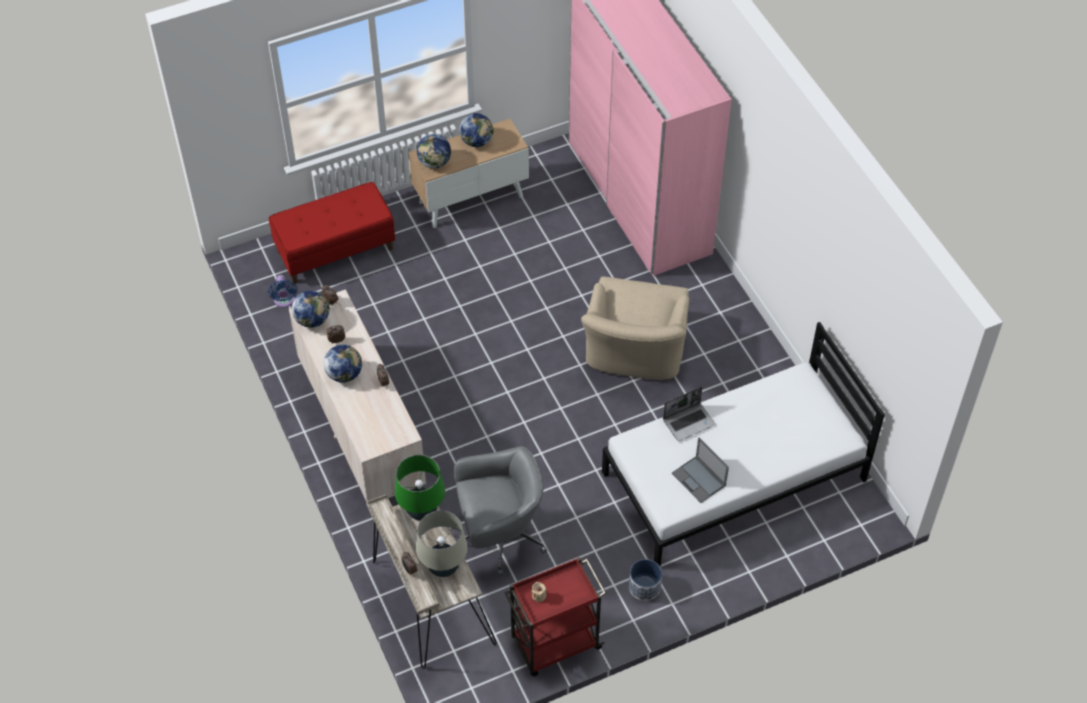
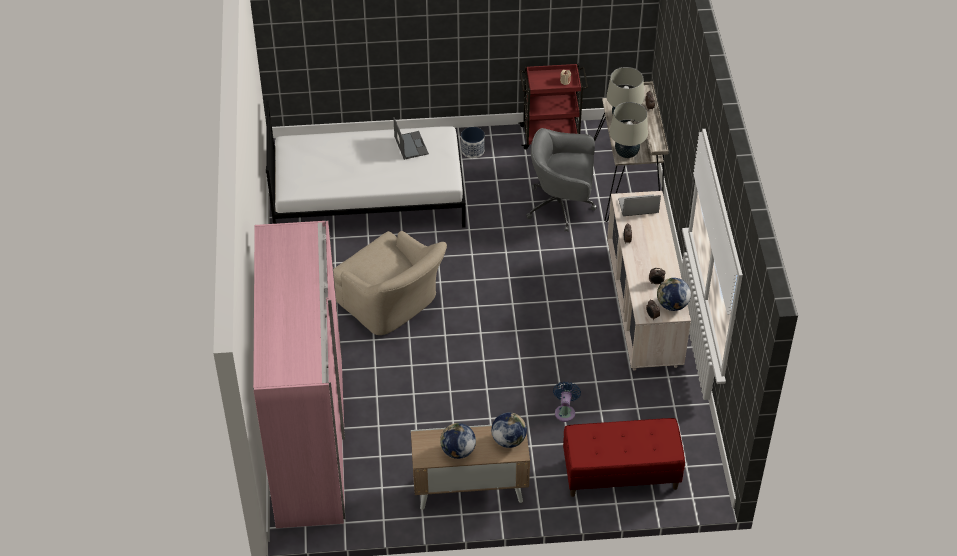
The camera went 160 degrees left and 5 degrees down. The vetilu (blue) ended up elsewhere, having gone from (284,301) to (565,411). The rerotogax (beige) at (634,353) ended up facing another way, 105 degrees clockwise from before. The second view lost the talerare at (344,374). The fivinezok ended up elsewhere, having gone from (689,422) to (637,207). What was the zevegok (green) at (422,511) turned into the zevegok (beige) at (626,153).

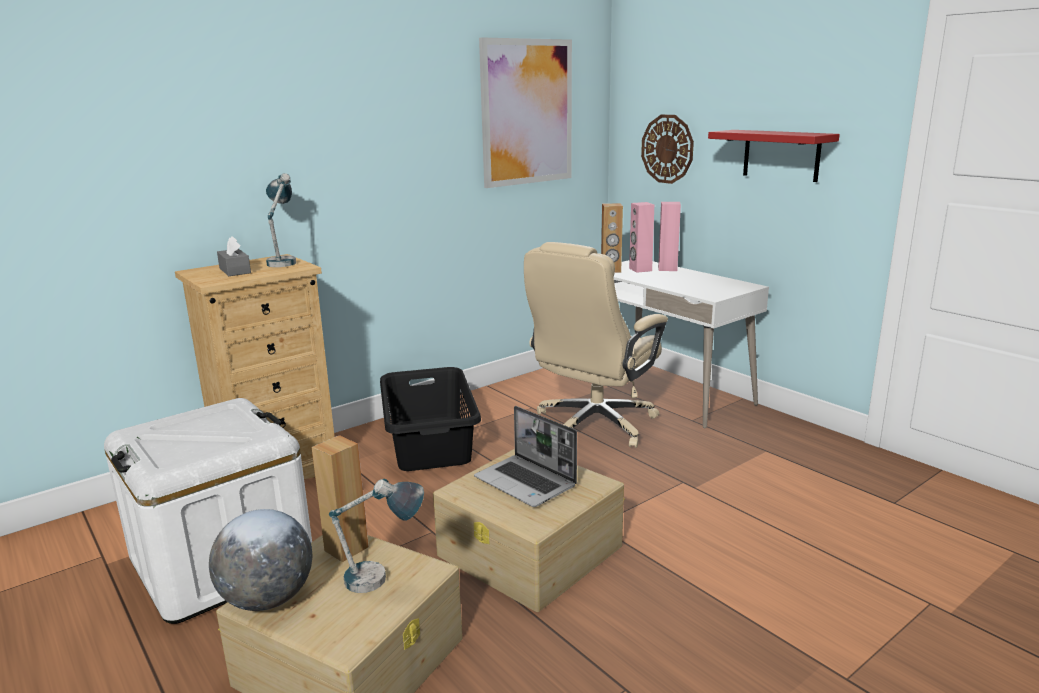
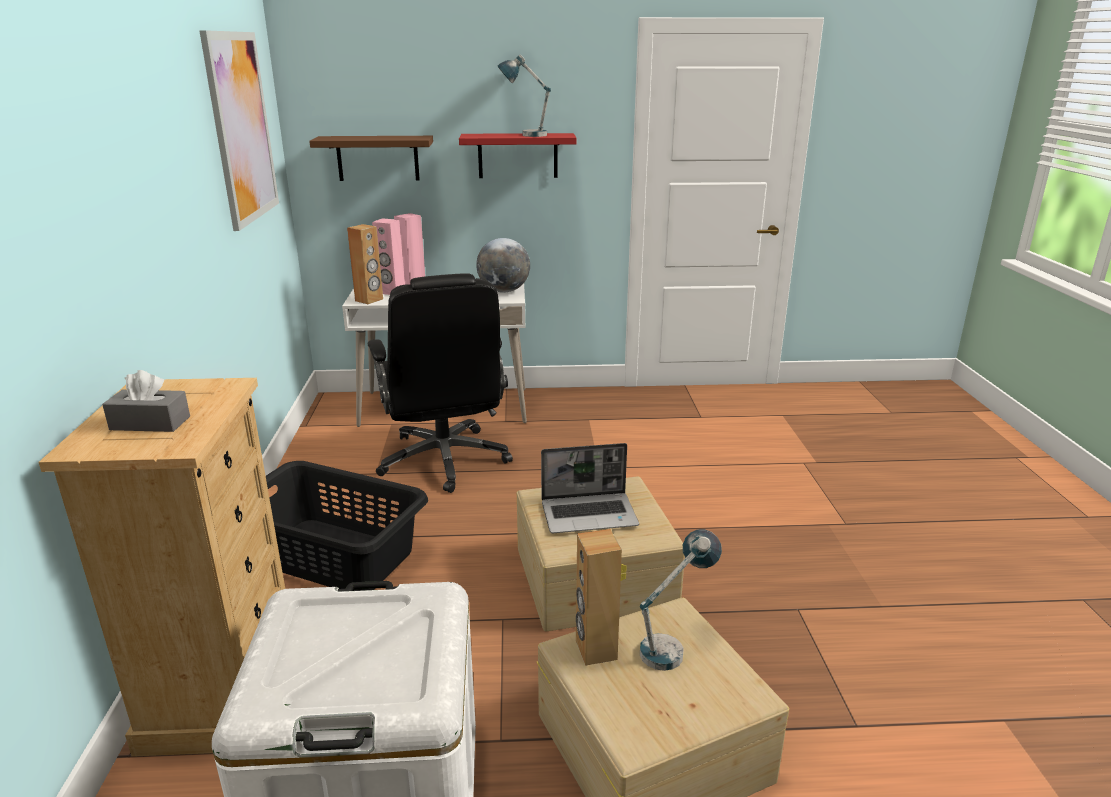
The camera went 55 degrees left and 5 degrees up. Where the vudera hung at (667,149), the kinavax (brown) came to hang at (377,158). The zevegok ended up elsewhere, having gone from (284,261) to (525,134). What was the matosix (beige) at (594,424) turned into the matosix (black) at (444,461). The talerare ended up elsewhere, having gone from (267,599) to (504,291).

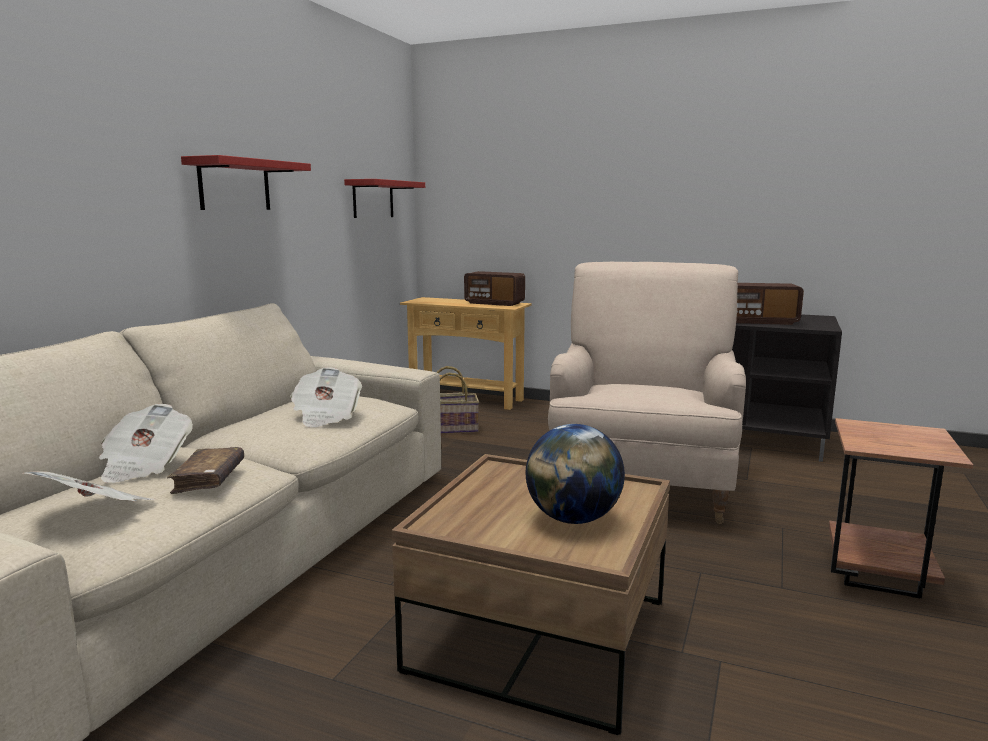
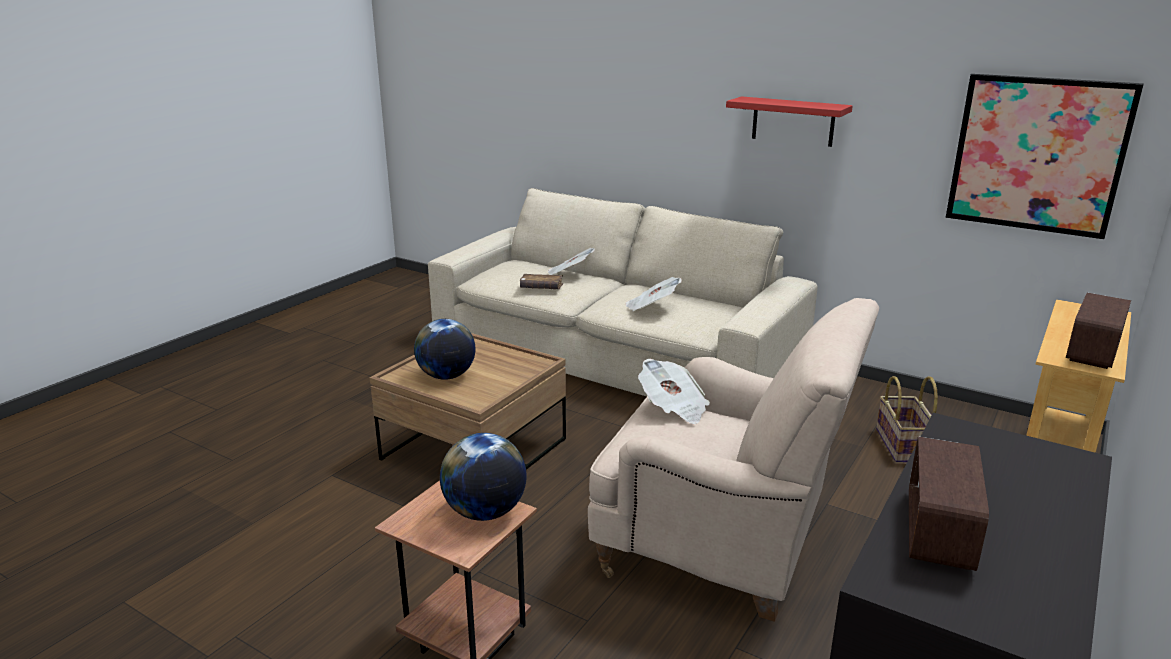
The camera went 100 degrees right and 10 degrees up. Where the kinavax (red) hung at (373,199), the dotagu came to hang at (1037,154). The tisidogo ended up elsewhere, having gone from (96,513) to (673,408). The second view gained the talerare at (485,512).

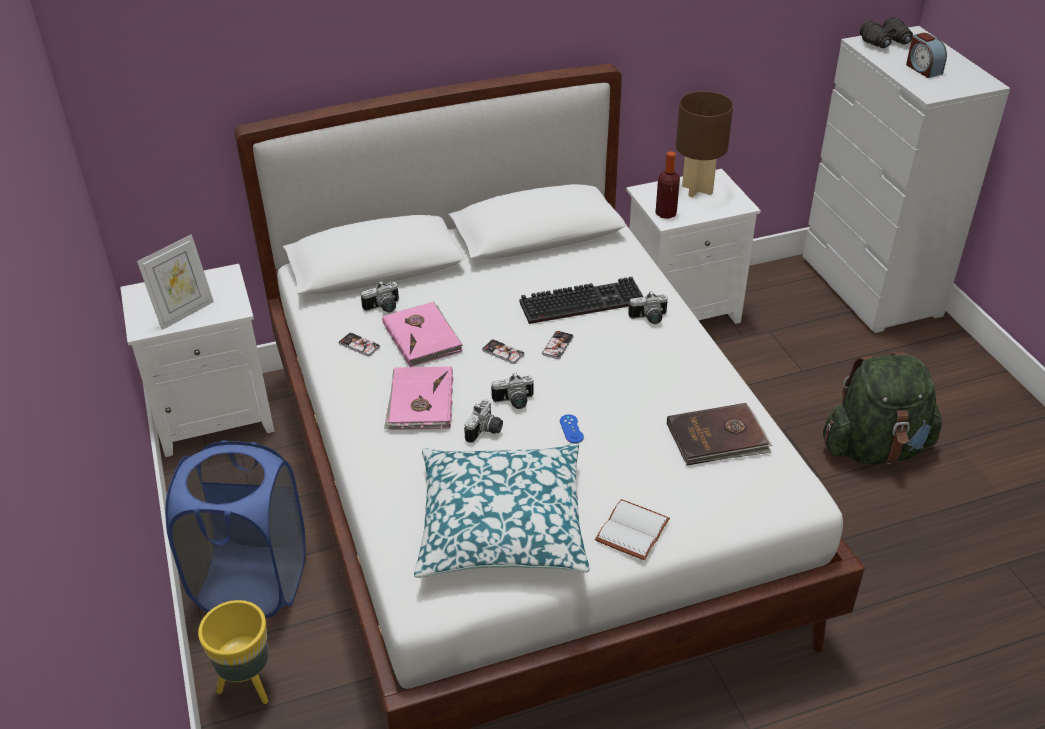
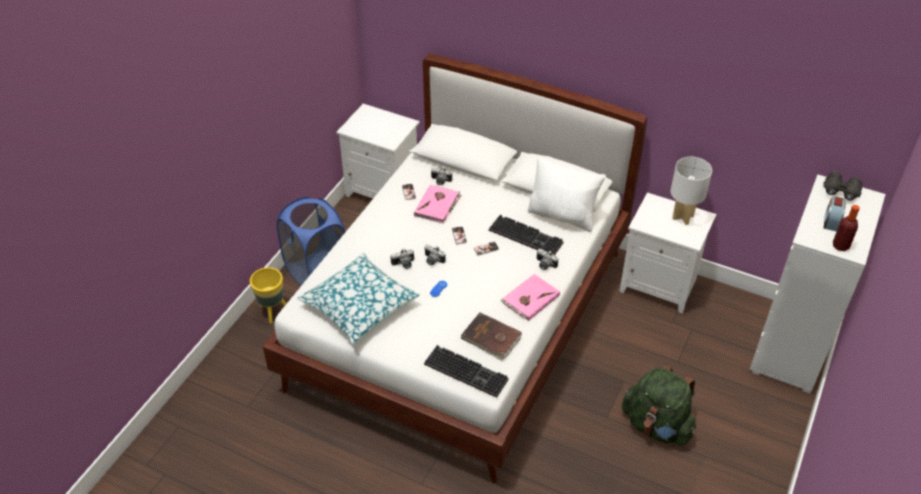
The camera went 45 degrees right and 5 degrees up. What was the zevegok (brown) at (696,189) turned into the zevegok (white) at (682,217). The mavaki ended up elsewhere, having gone from (666,213) to (840,246). The second view lost the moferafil at (184,313). The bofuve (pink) ended up elsewhere, having gone from (420,402) to (530,299). The second view lost the bofuve (white) at (631,529). The second view gained the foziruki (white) at (563,216). The second view gained the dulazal at (468,371).

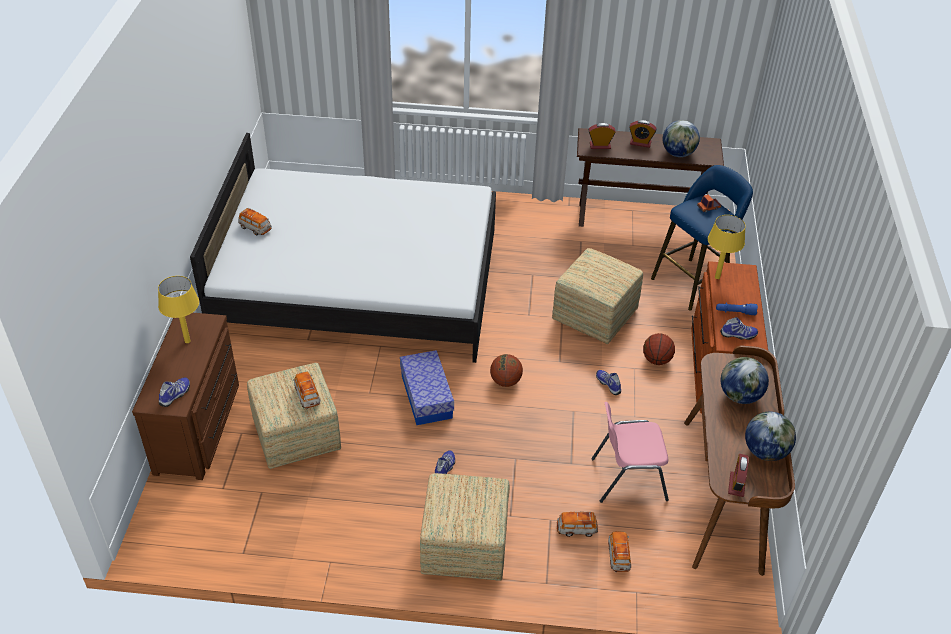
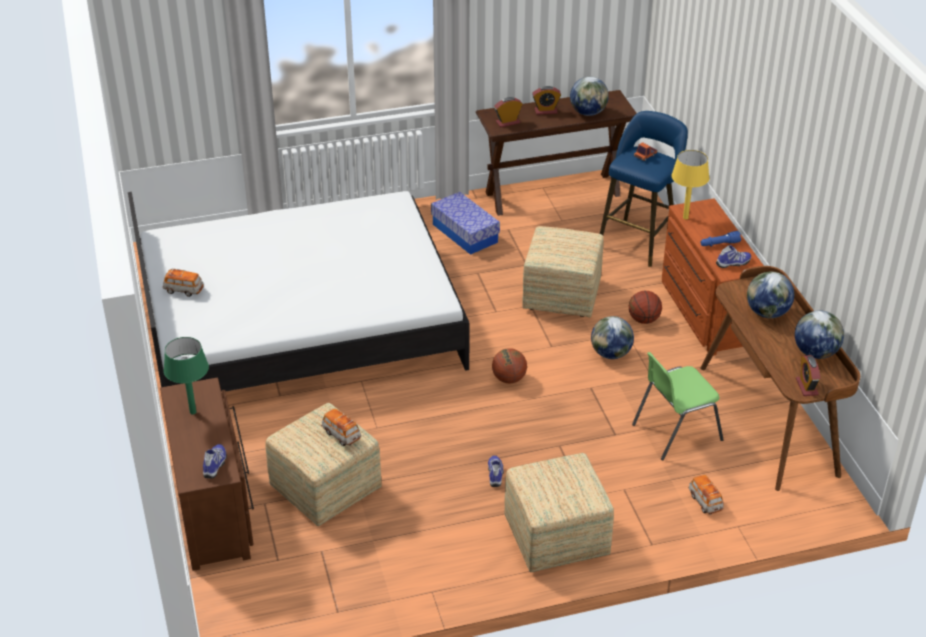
The camera went 20 degrees left and 5 degrees down. What was the zevegok (yellow) at (187,341) turned into the zevegok (green) at (193,411). The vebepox ended up elsewhere, having gone from (426,396) to (465,233). Where the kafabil stood at (609,384), the talerare came to stand at (611,354). What was the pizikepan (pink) at (627,478) turned into the pizikepan (green) at (675,432). The second view lost the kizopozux at (576,529).

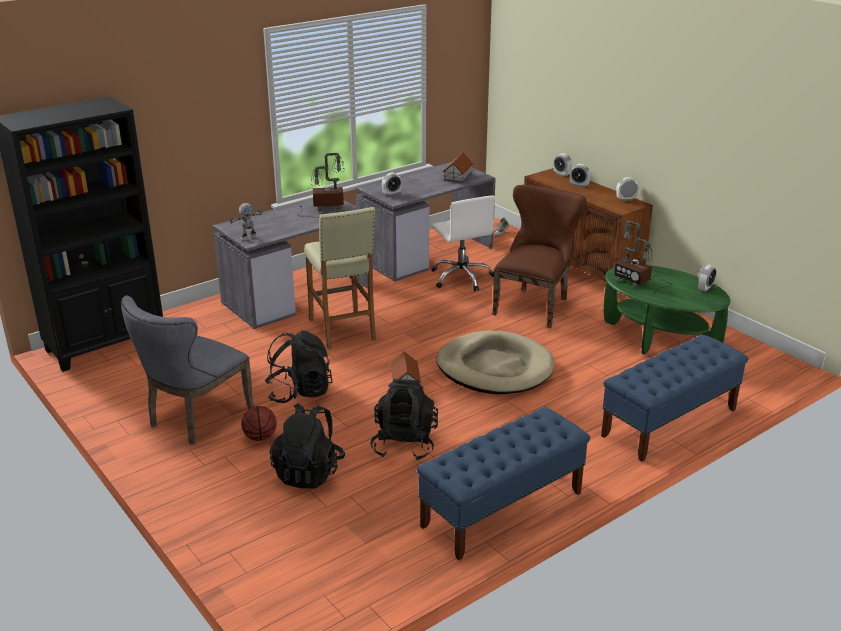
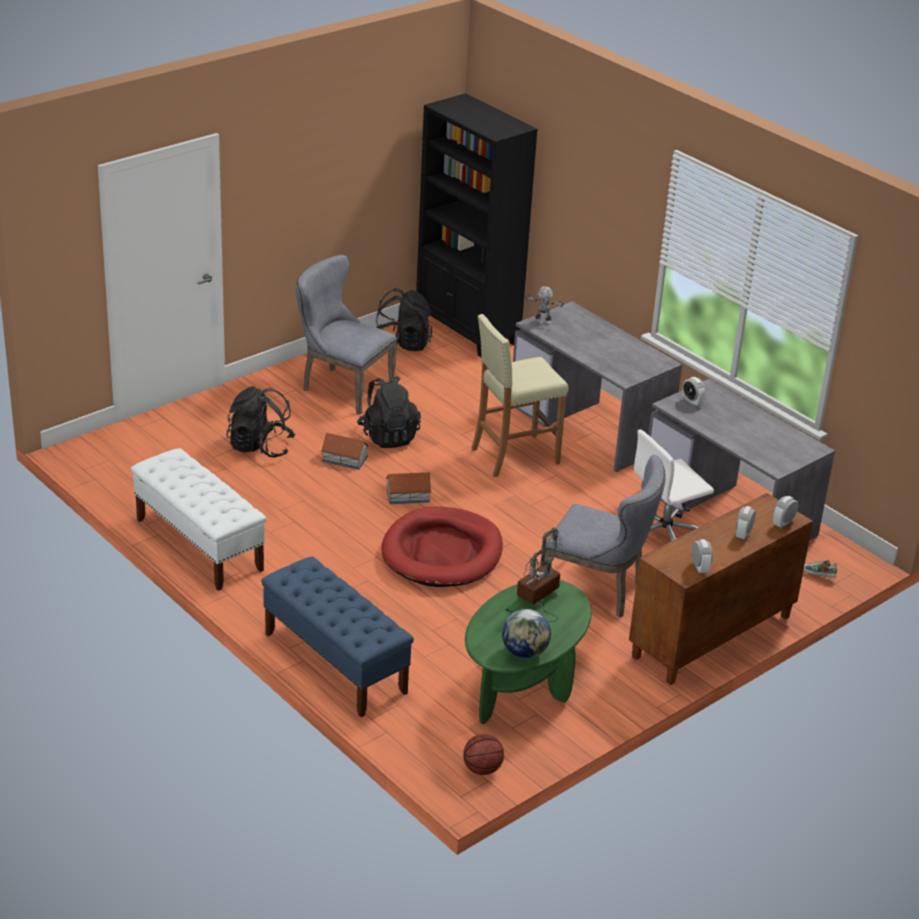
The camera went 85 degrees right and 5 degrees up. The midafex ended up elsewhere, having gone from (458,177) to (345,459). The second view lost the zevegok at (323,208). What was the pizikepan (brown) at (534,305) turned into the pizikepan (grey) at (599,590). The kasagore at (248,237) ended up facing another way, 150 degrees clockwise from before. Where the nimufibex stood at (705,288), the talerare came to stand at (524,652). What was the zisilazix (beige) at (494,368) turned into the zisilazix (red) at (442,552). The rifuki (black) ended up elsewhere, having gone from (404,444) to (401,344). The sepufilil ended up elsewhere, having gone from (260,437) to (482,769). What was the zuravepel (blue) at (502,510) turned into the zuravepel (white) at (199,544).

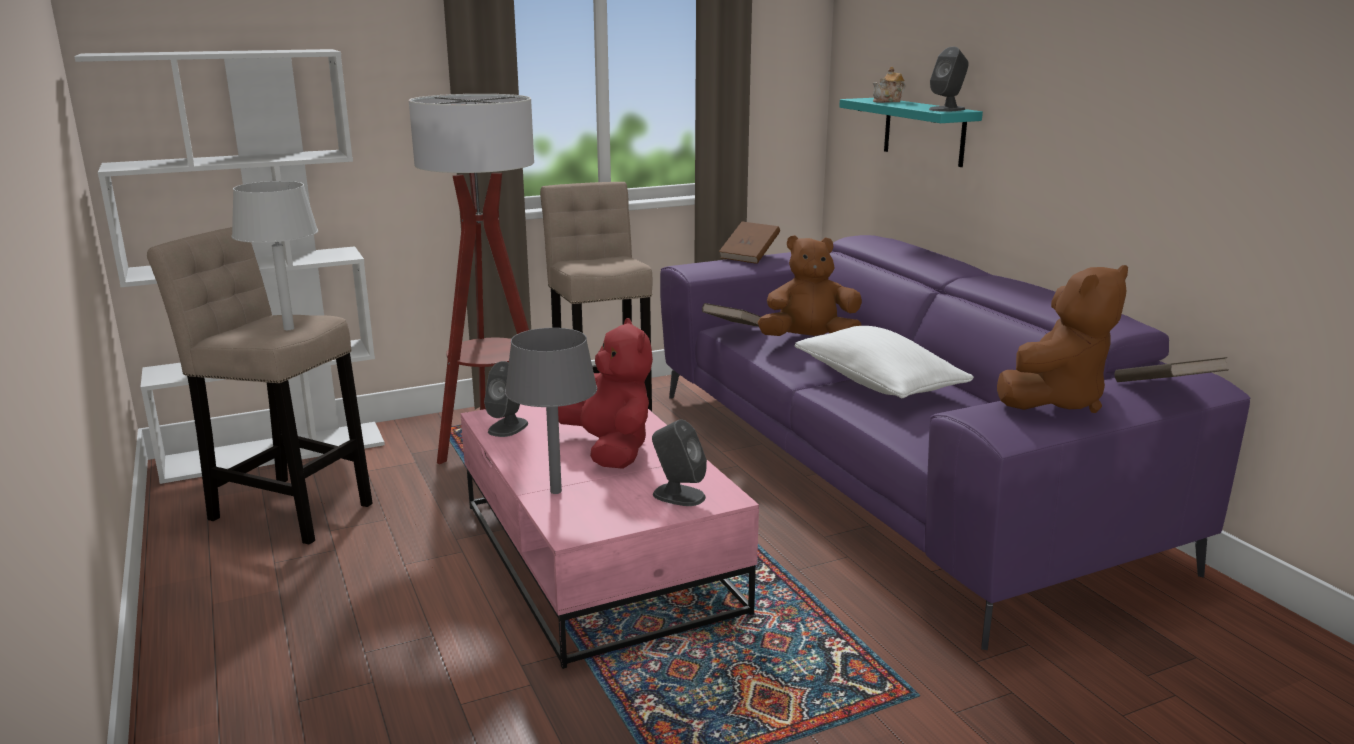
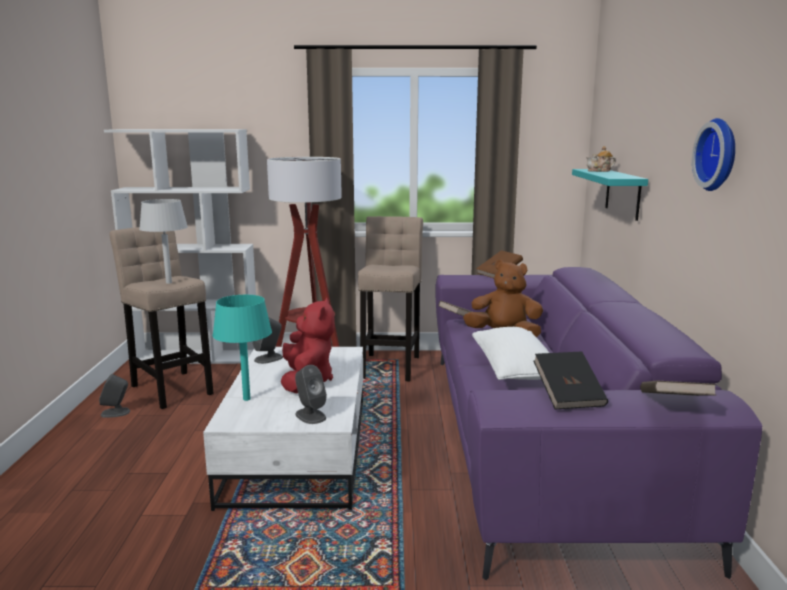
The camera went 25 degrees right and 5 degrees down. The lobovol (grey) ended up elsewhere, having gone from (947,109) to (116,413). Where the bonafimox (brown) stood at (1055,400), the bofuve (black) came to stand at (568,396). What was the zevegok (grey) at (556,491) turned into the zevegok (turquoise) at (246,399). What was the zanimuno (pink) at (600,557) turned into the zanimuno (white) at (299,451). The second view gained the vudera at (719,155).

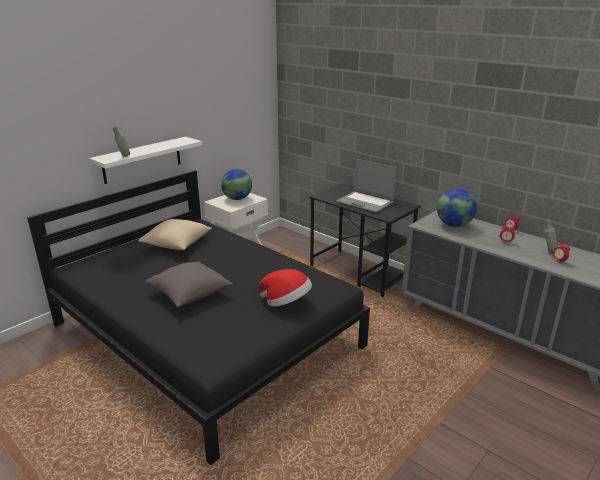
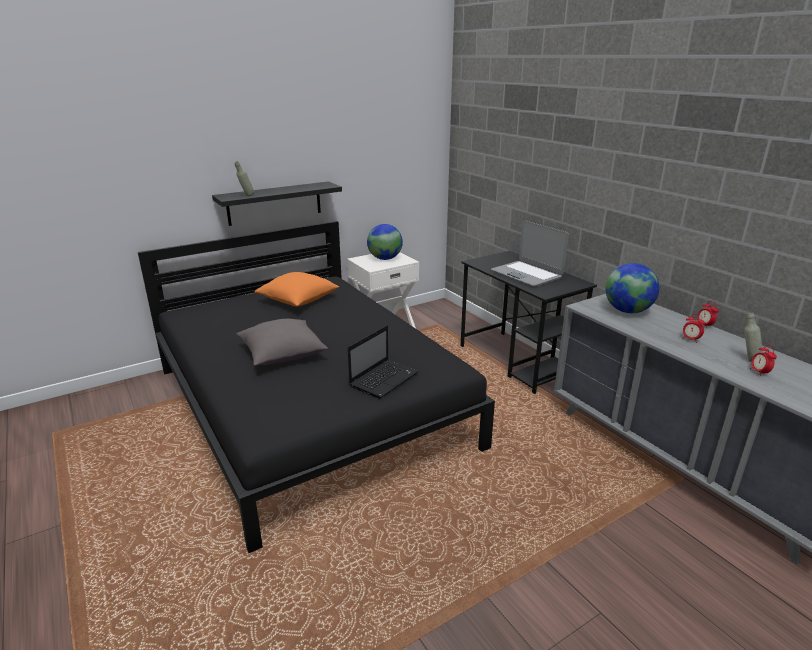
The camera went 15 degrees right and 0 degrees up. What was the kinavax (white) at (142,160) turned into the kinavax (black) at (274,203). What was the foziruki (beige) at (177,244) turned into the foziruki (orange) at (298,301). Where the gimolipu stood at (286,302), the fivinezok came to stand at (384,379).

